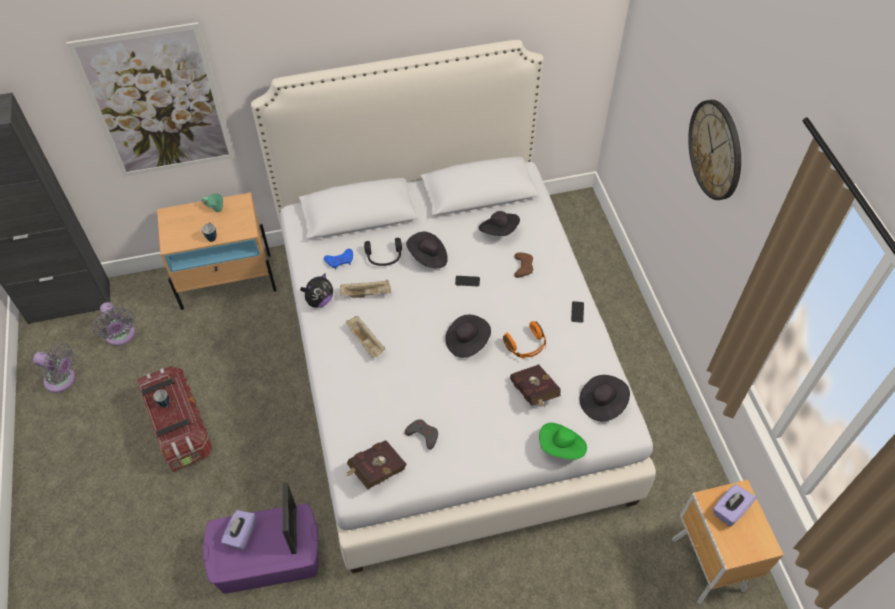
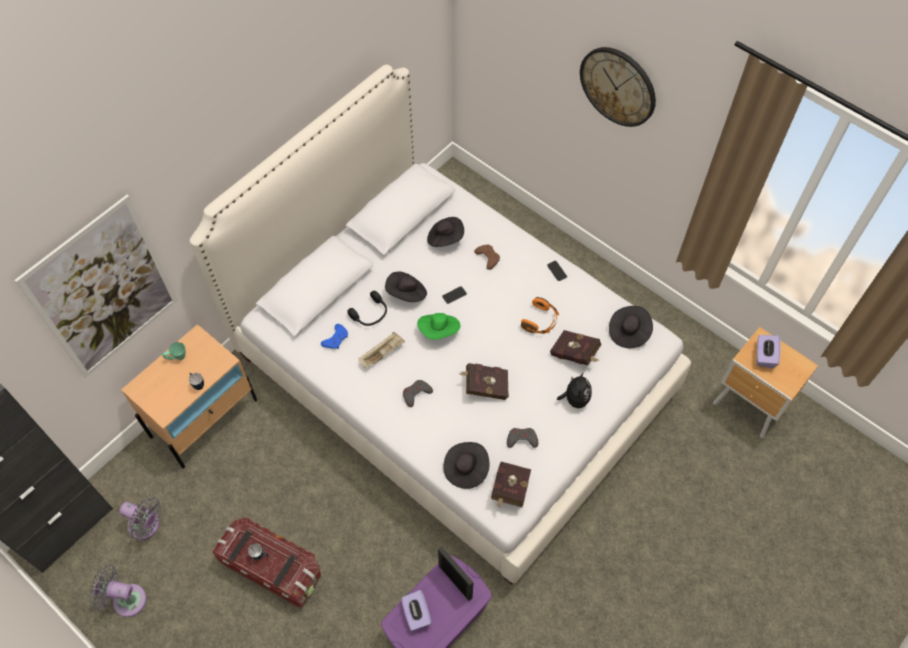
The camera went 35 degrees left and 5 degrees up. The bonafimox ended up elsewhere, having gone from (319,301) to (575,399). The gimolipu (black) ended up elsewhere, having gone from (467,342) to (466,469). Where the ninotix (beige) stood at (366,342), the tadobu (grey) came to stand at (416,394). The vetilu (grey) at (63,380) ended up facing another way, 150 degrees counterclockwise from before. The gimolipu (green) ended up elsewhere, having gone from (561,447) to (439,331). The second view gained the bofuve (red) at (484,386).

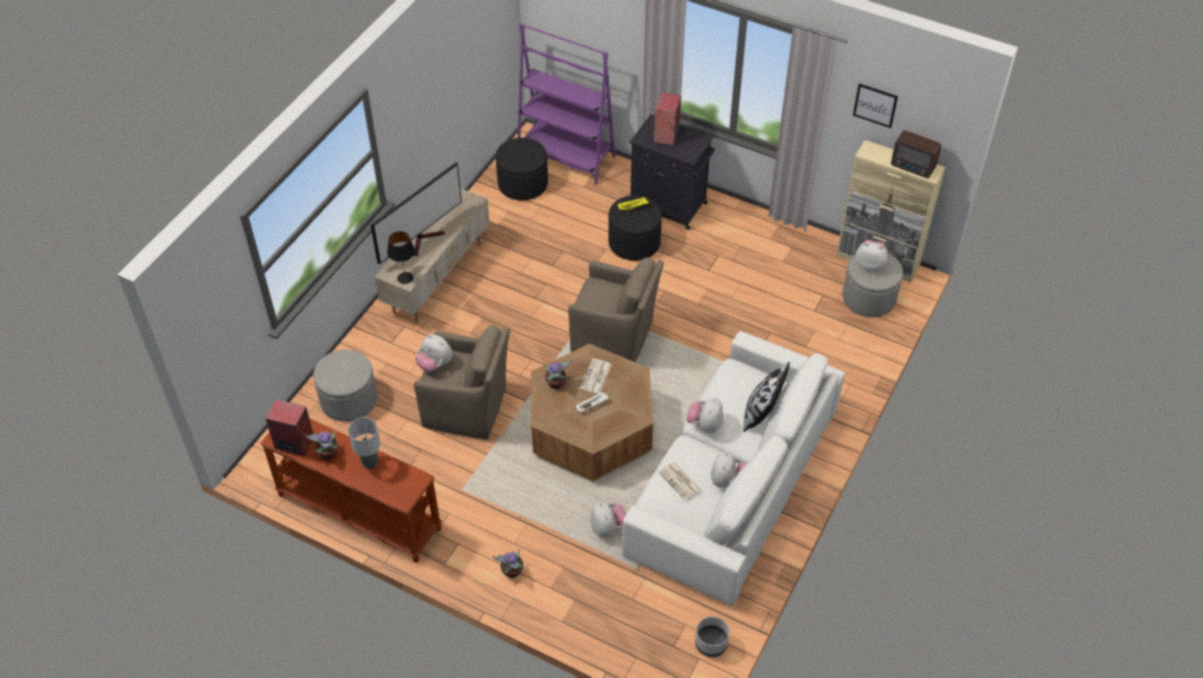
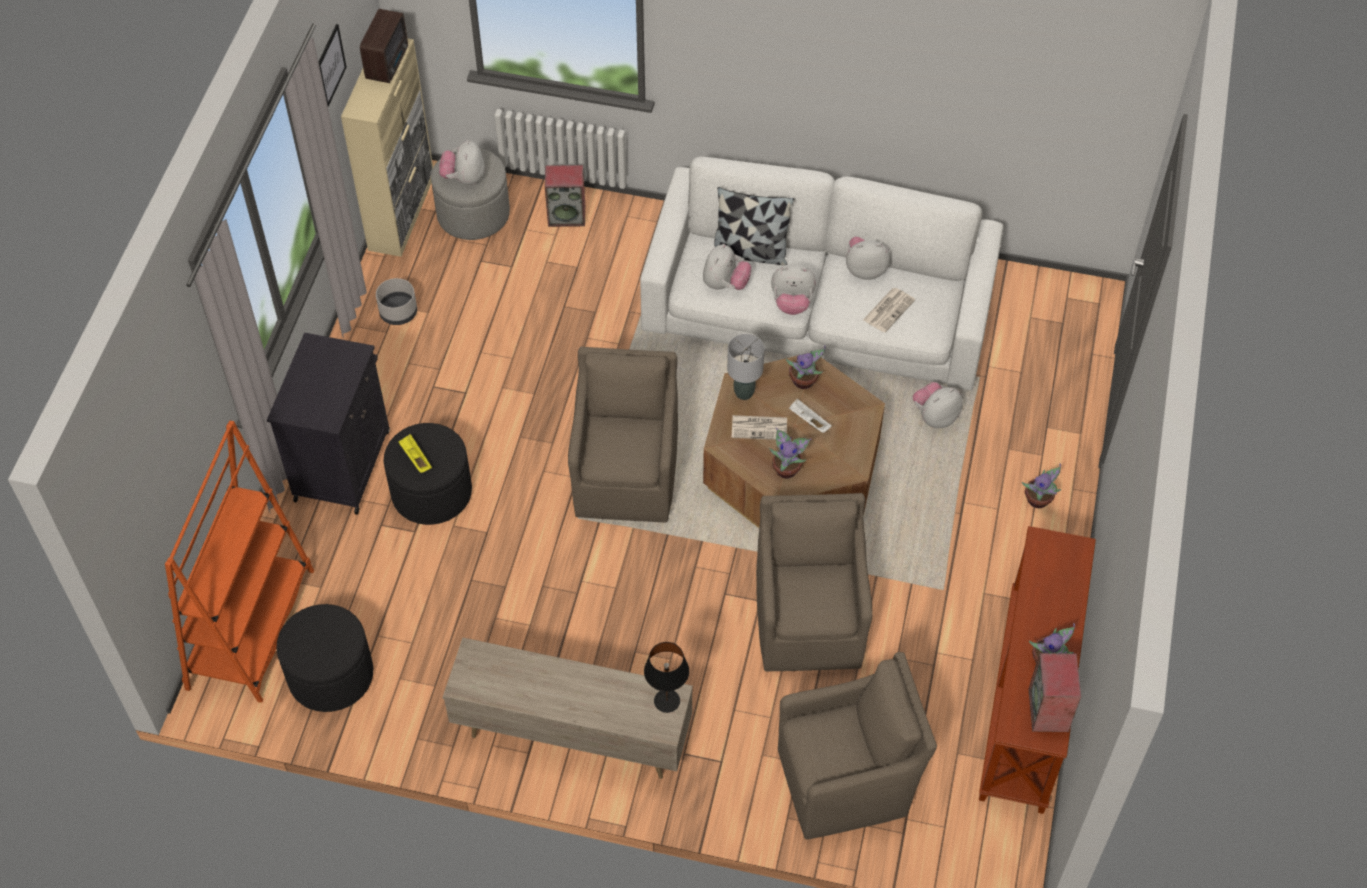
The camera went 105 degrees left and 5 degrees up. What was the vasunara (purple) at (566,156) turned into the vasunara (orange) at (251,629). The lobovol ended up elsewhere, having gone from (667,135) to (567,215). The second view lost the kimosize at (424,239). The bonafimox ended up elsewhere, having gone from (435,364) to (725,284). Where the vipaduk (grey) stood at (349,400), the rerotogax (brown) came to stand at (847,782). The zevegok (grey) ended up elsewhere, having gone from (370,463) to (744,392). The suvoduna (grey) ended up elsewhere, having gone from (711,643) to (398,312). The second view gained the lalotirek at (804,382).

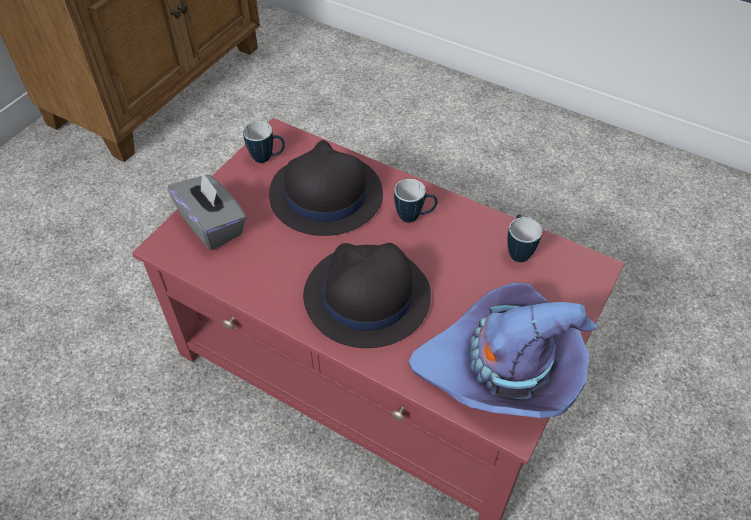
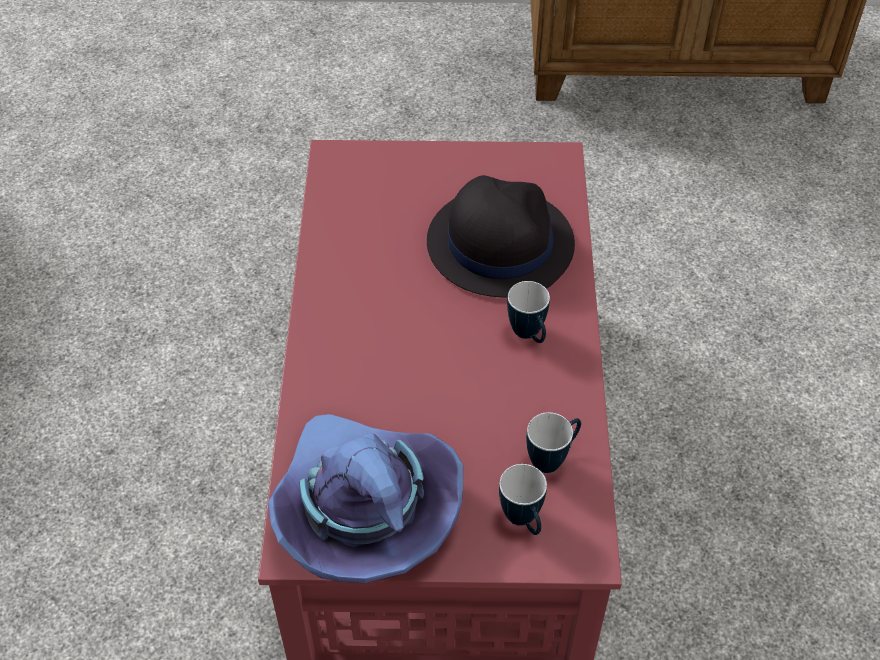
The camera went 60 degrees right and 0 degrees up. The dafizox ended up elsewhere, having gone from (267,158) to (523,522). The second view lost the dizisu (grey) at (213,225). The second view lost the gimolipu (black) at (366,297).

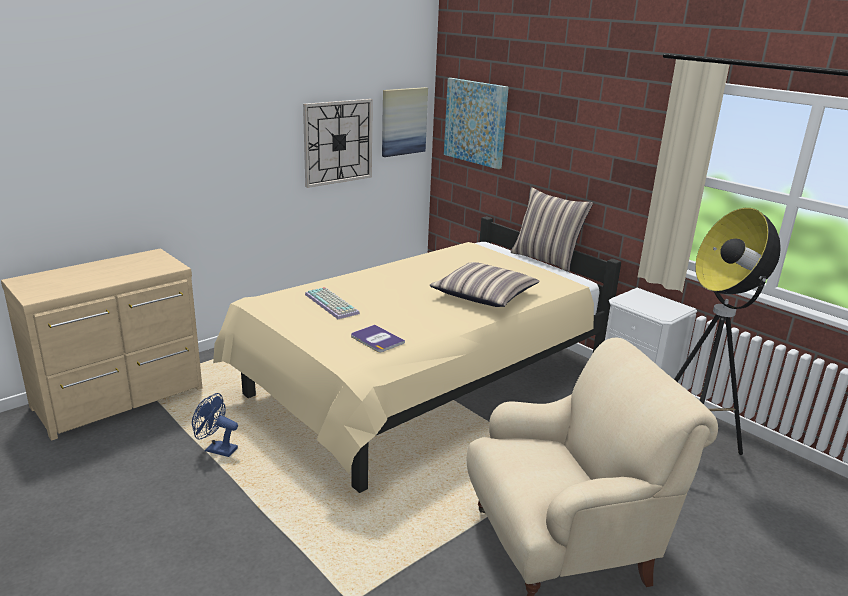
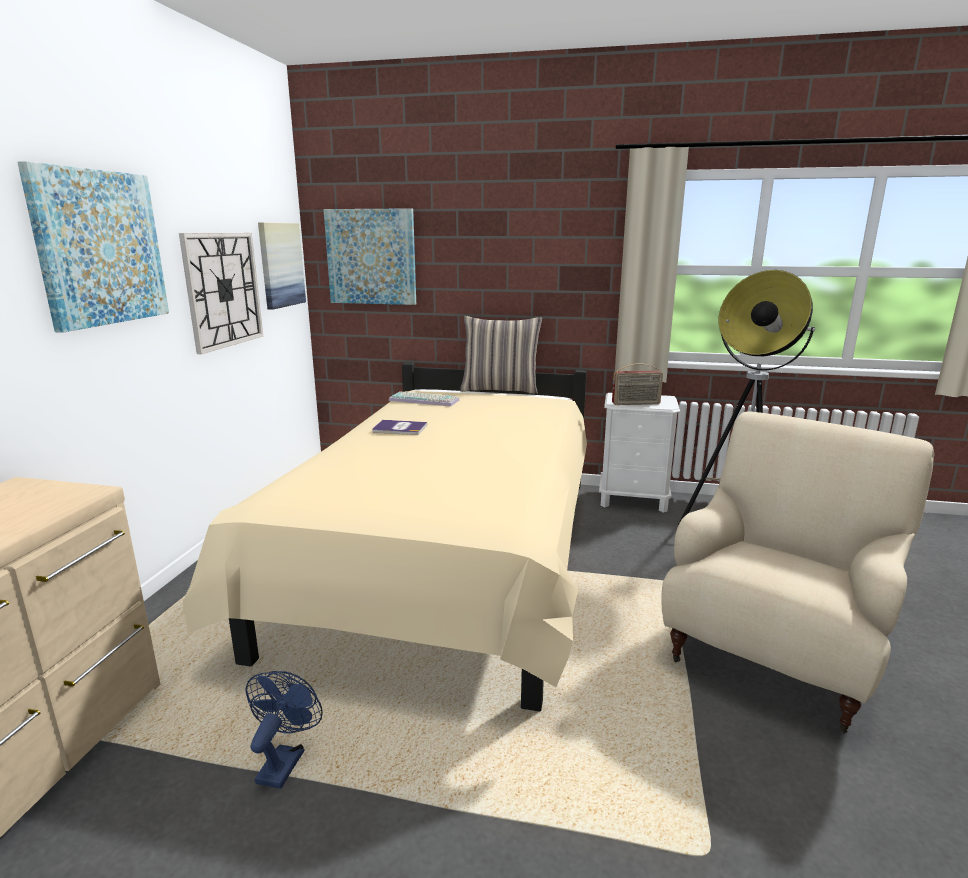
The camera went 35 degrees left and 5 degrees down. The second view lost the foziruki at (484,295). The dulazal ended up elsewhere, having gone from (333,304) to (425,400). The bofuve ended up elsewhere, having gone from (377,339) to (399,428). The vetilu (blue) at (216,449) ended up facing another way, 120 degrees clockwise from before. The second view gained the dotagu at (100,248). The second view gained the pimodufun at (636,403).

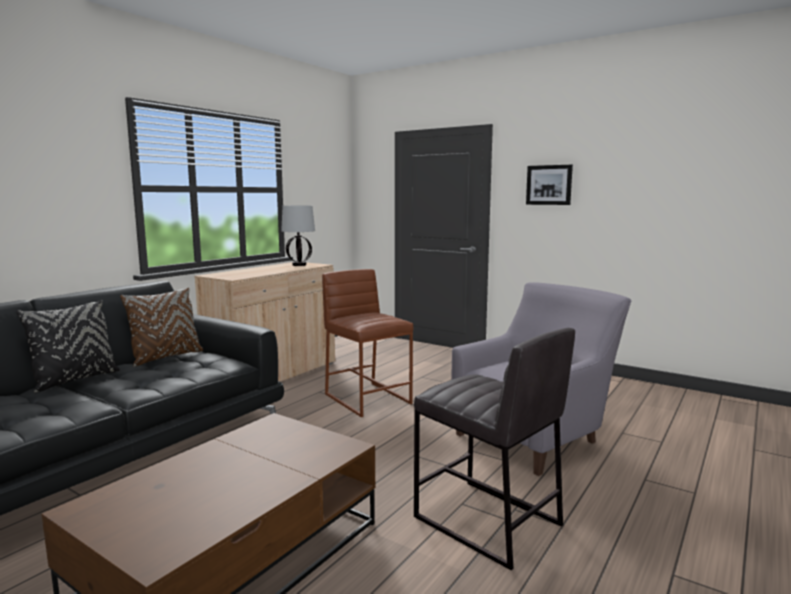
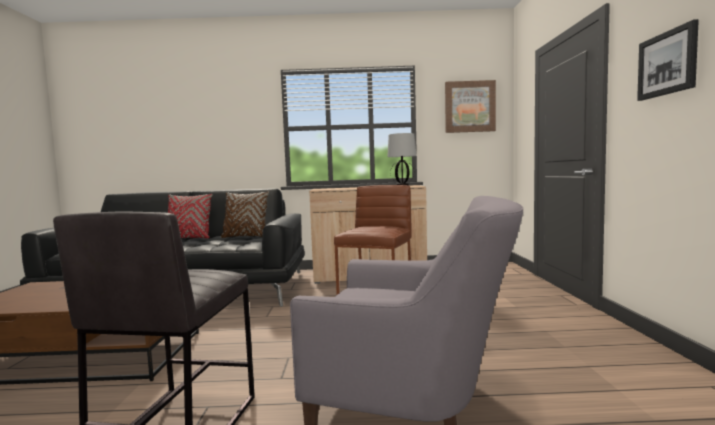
The camera went 55 degrees right and 5 degrees down. What was the foziruki (black) at (75,380) turned into the foziruki (red) at (189,238). The second view gained the dotagu at (469,107).

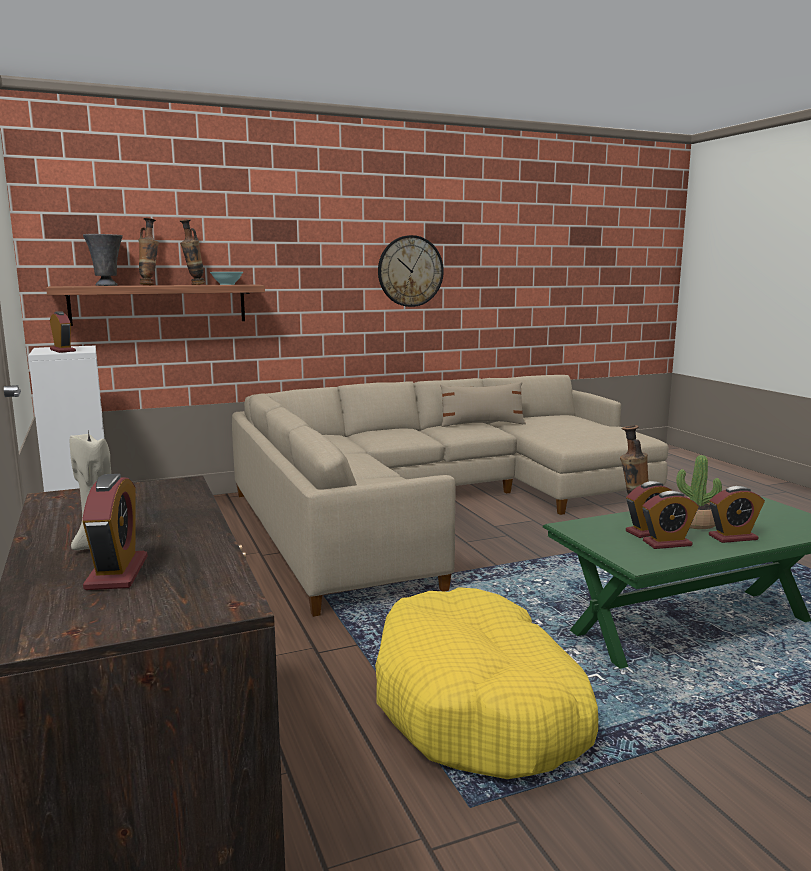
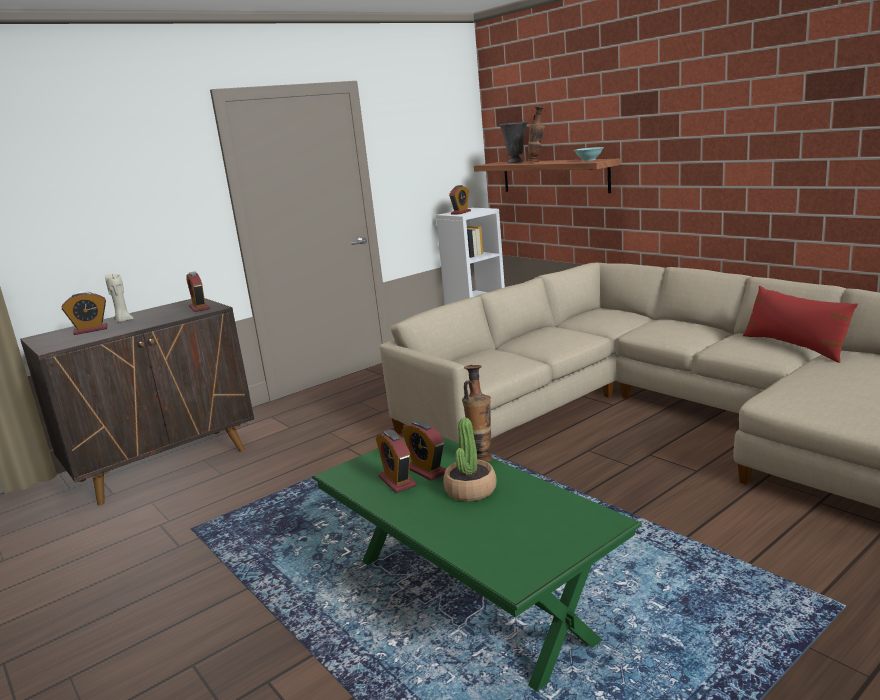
The camera went 75 degrees right and 5 degrees up. The second view lost the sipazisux at (194,284). The second view lost the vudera at (410,271). What was the foziruki (beige) at (482,424) turned into the foziruki (red) at (795,346). The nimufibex ended up elsewhere, having gone from (733,537) to (199,308). The second view lost the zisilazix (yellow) at (480,706).

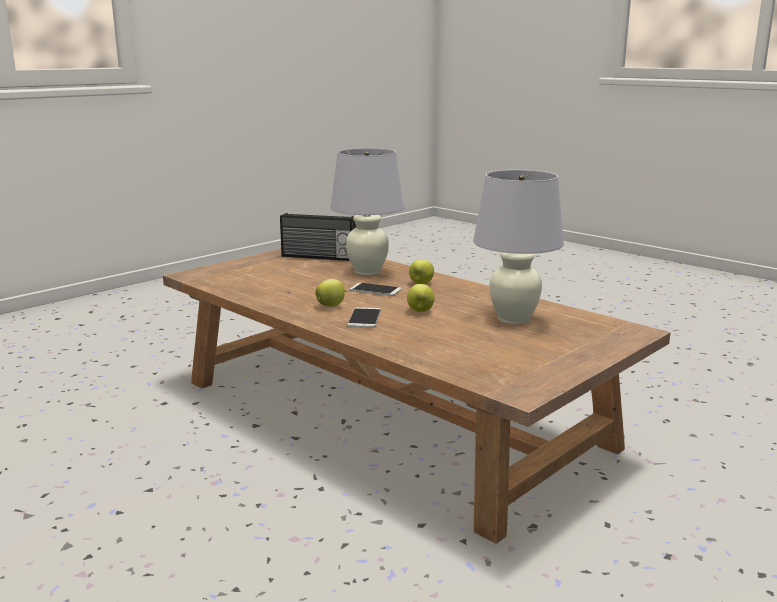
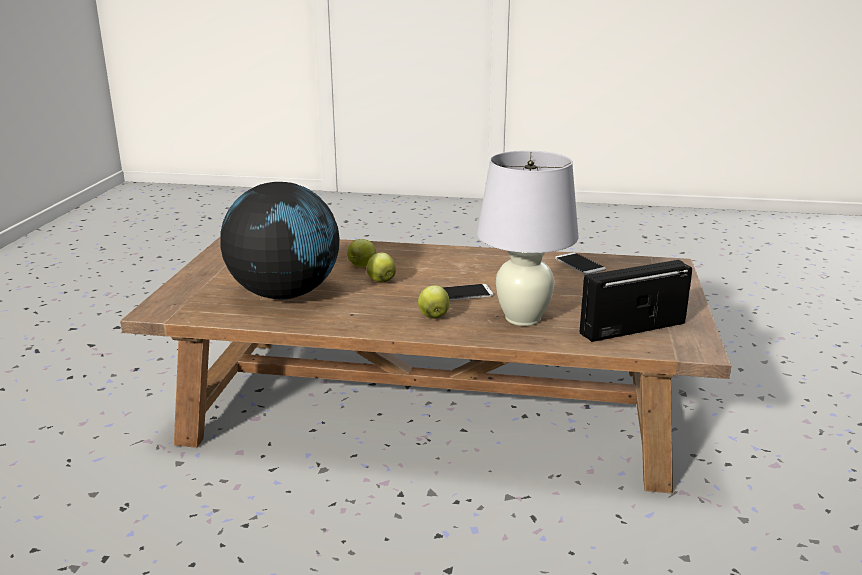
The camera went 145 degrees right and 5 degrees up. Where the zevegok (white) stood at (514,319), the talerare came to stand at (285,294). The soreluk ended up elsewhere, having gone from (331,305) to (361,266). The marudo ended up elsewhere, having gone from (364,318) to (579,264).

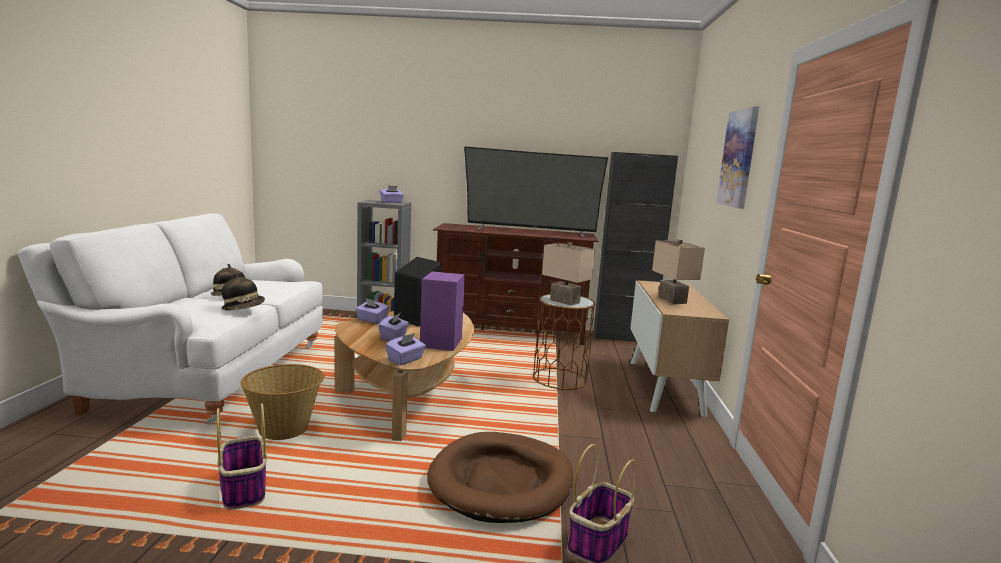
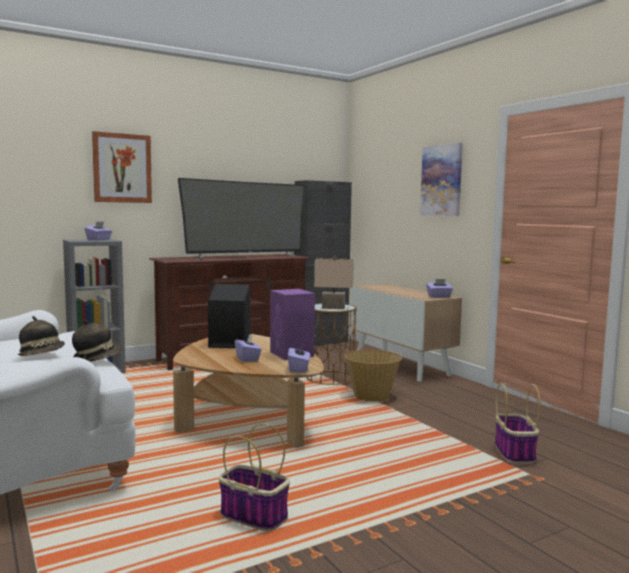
The camera went 35 degrees left and 5 degrees down. The second view lost the zevegok (beige) at (673,300). The dizisu (purple) ended up elsewhere, having gone from (371,320) to (439,296). The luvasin ended up elsewhere, having gone from (284,429) to (372,396). The second view lost the zisilazix (brown) at (501,481). The second view gained the dotagu at (122,168).

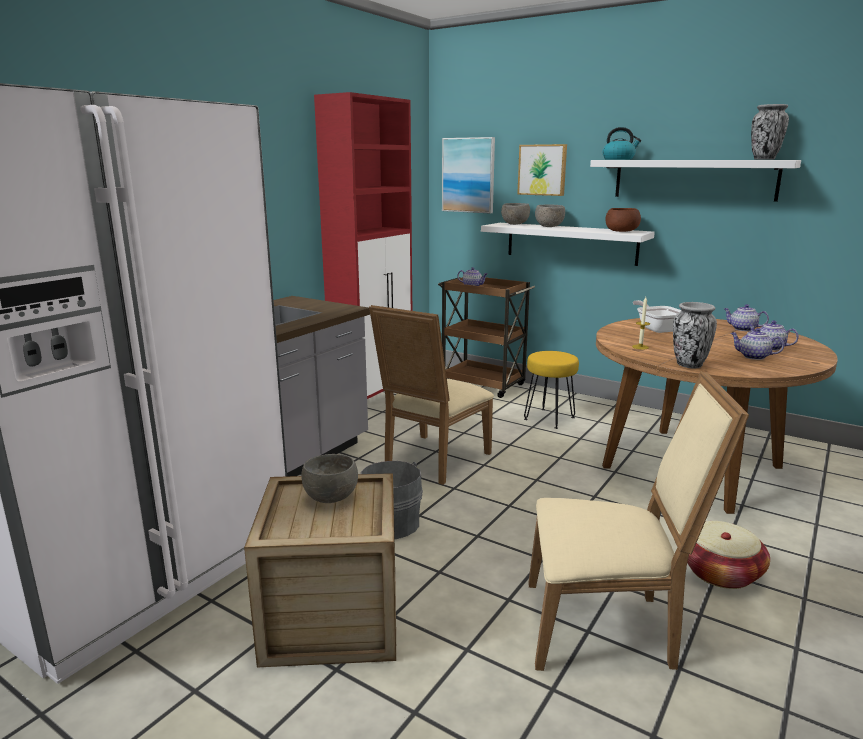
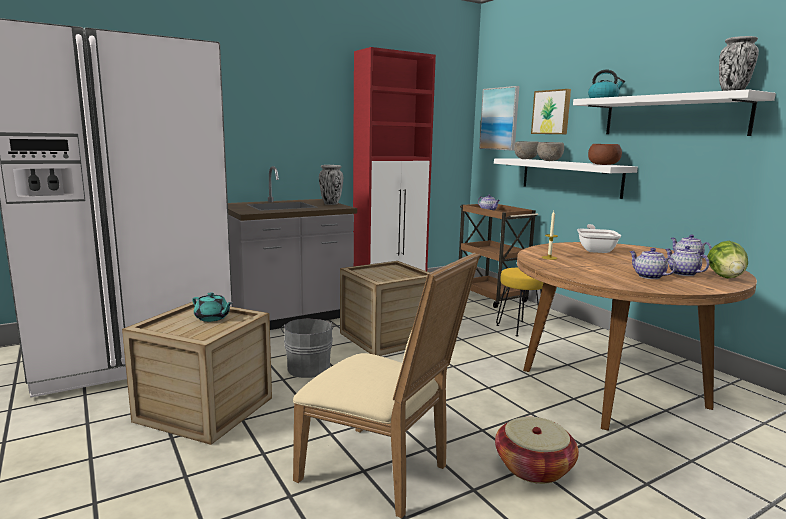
The camera went 25 degrees right and 5 degrees down. The sipazisux ended up elsewhere, having gone from (688,365) to (331,203). Where the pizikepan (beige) stood at (432,461), the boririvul came to stand at (386,338). Where the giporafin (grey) stood at (332,498), the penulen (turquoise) came to stand at (212,318). The second view gained the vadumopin at (725,277).

